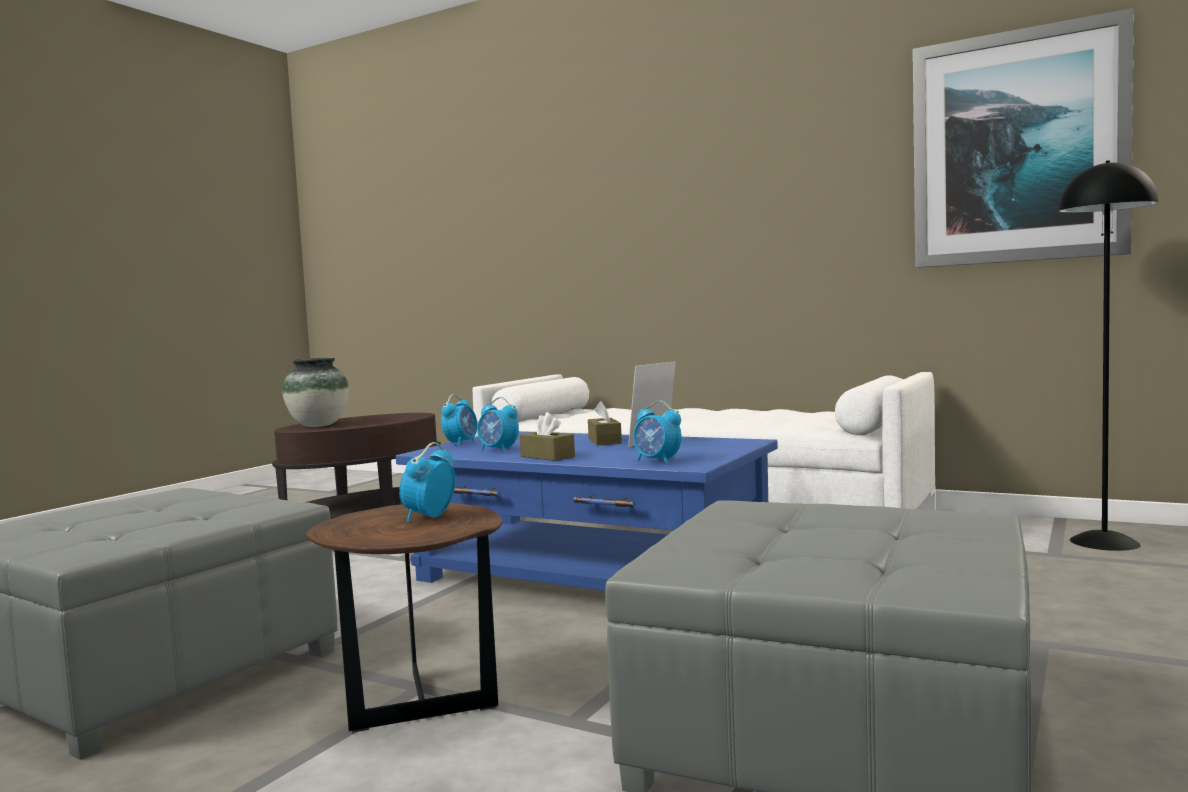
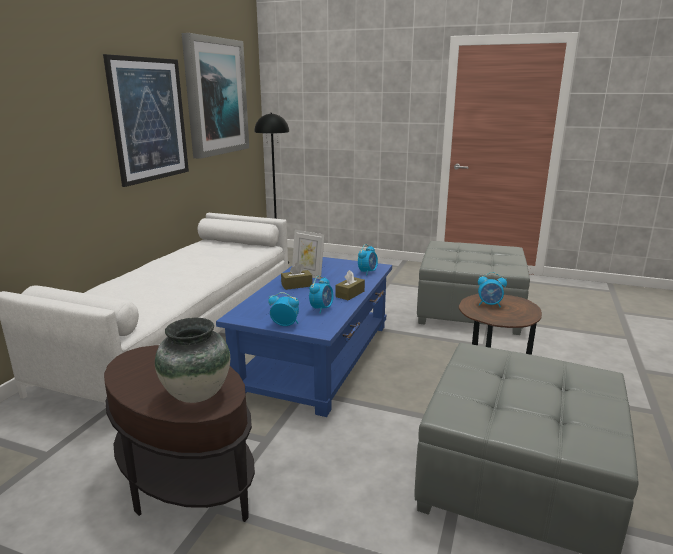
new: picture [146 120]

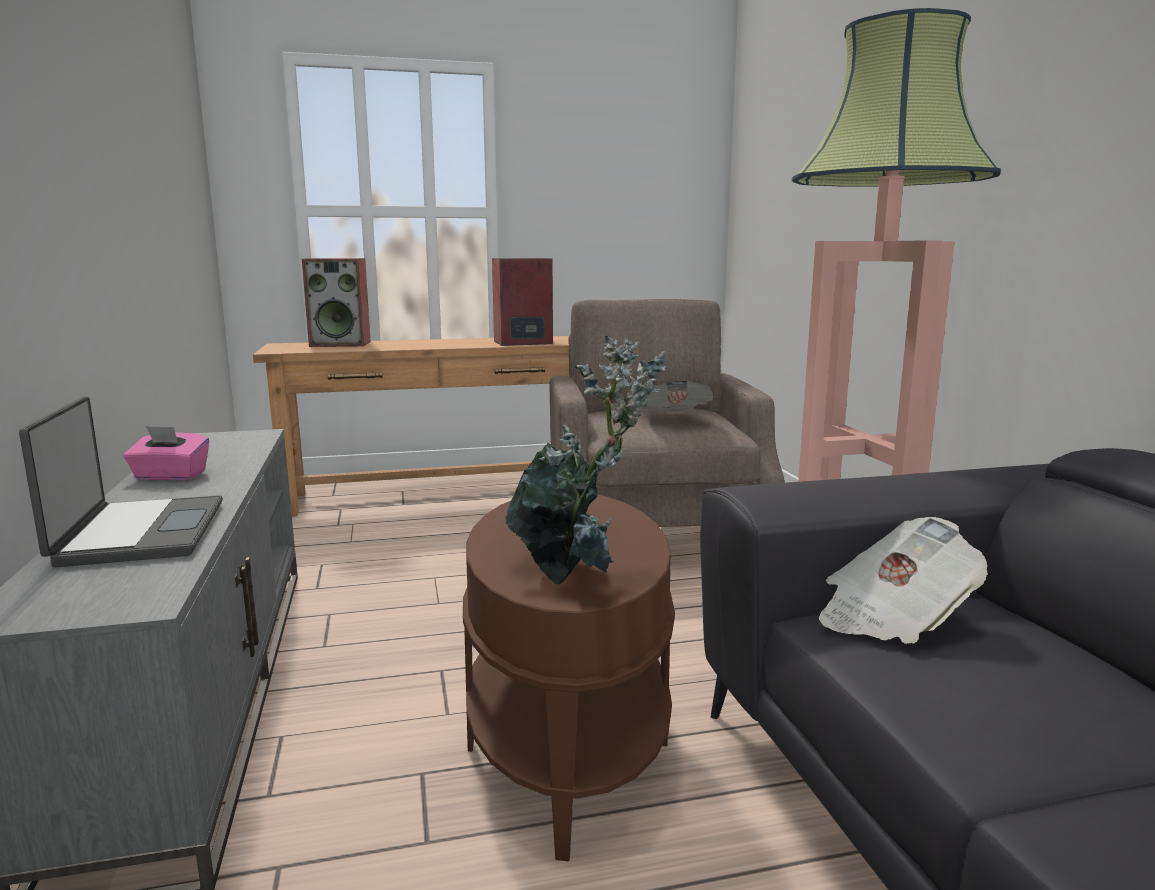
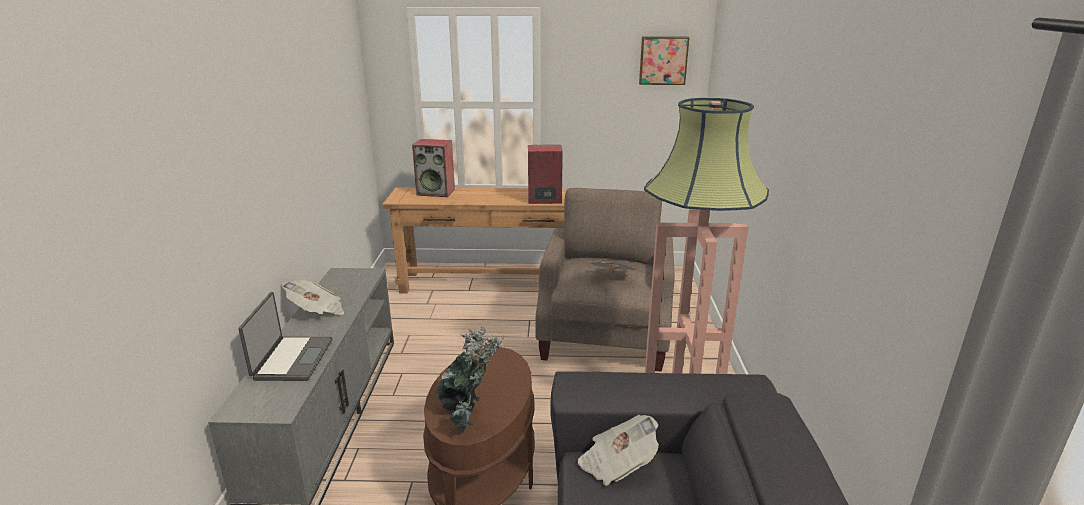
new: picture [664 60]
swapped: tissue box (pink) [166 453] to newspaper [313 297]

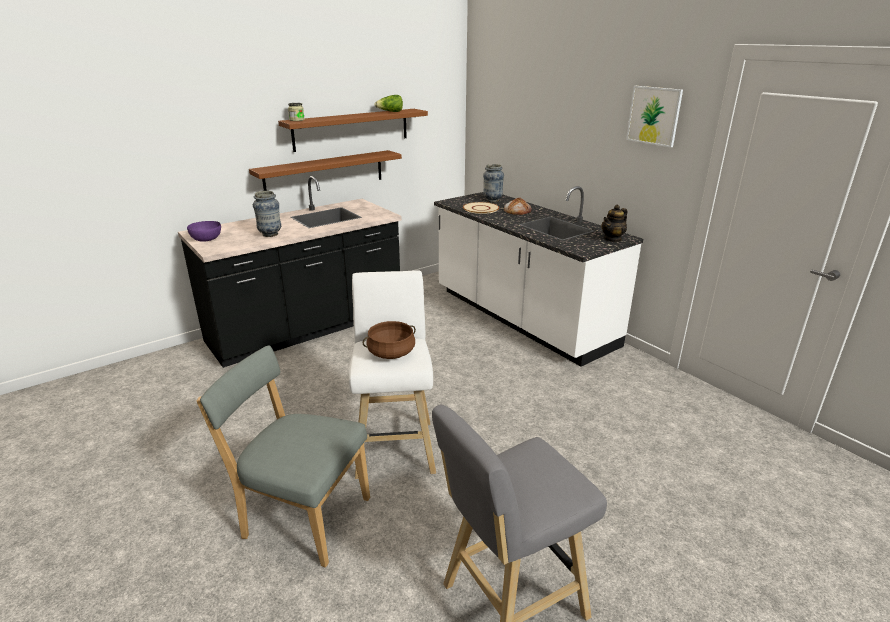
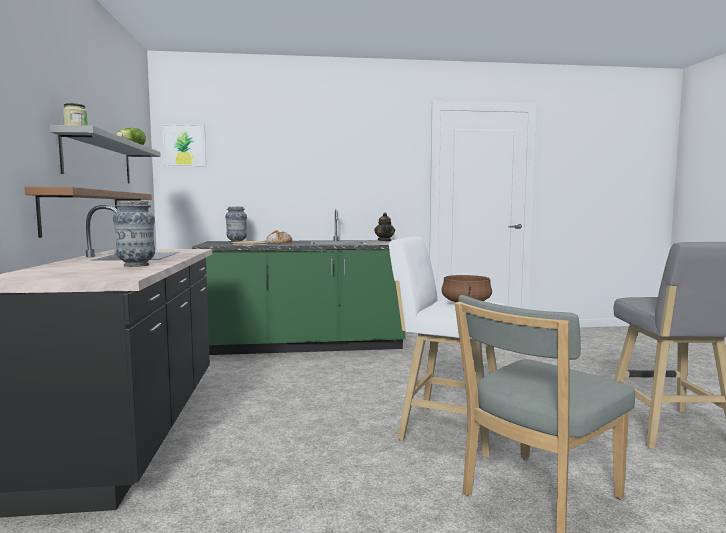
gone: bowl (purple) [204 231]
shifted: picture [654 116] to [184 145]
repainted: shelf (brown) [353 130] to shelf (grey) [105 154]; counter (white) [538 276] to counter (green) [299 282]

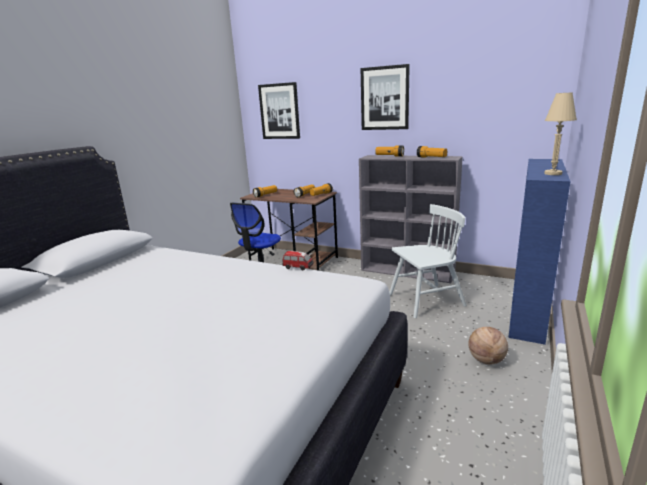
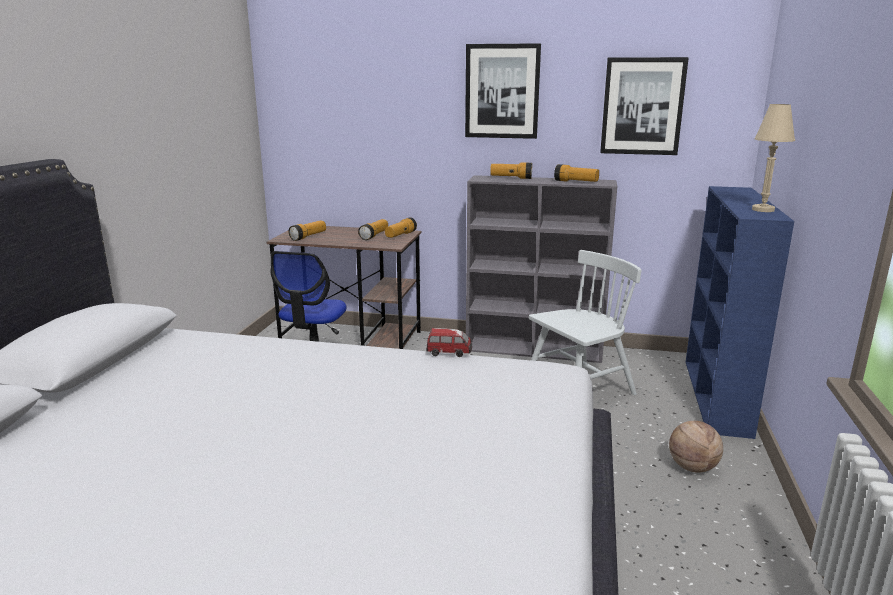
shifted: picture [279 110] to [644 106]

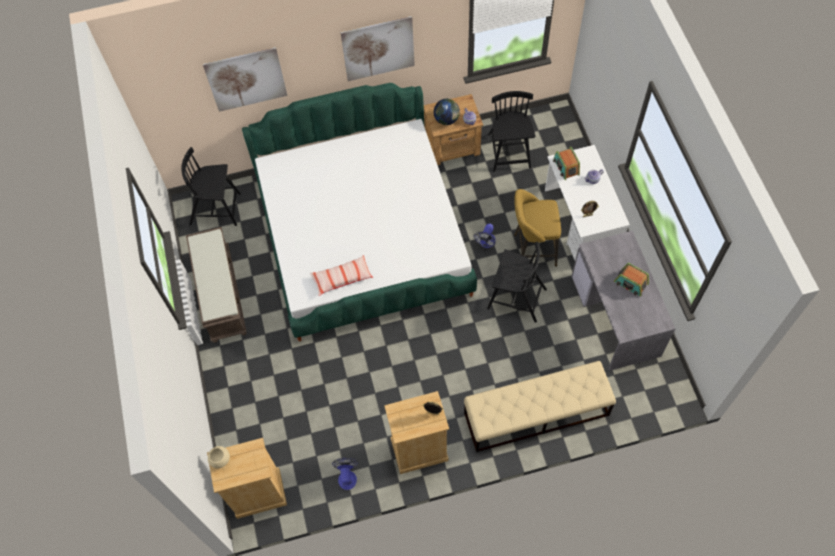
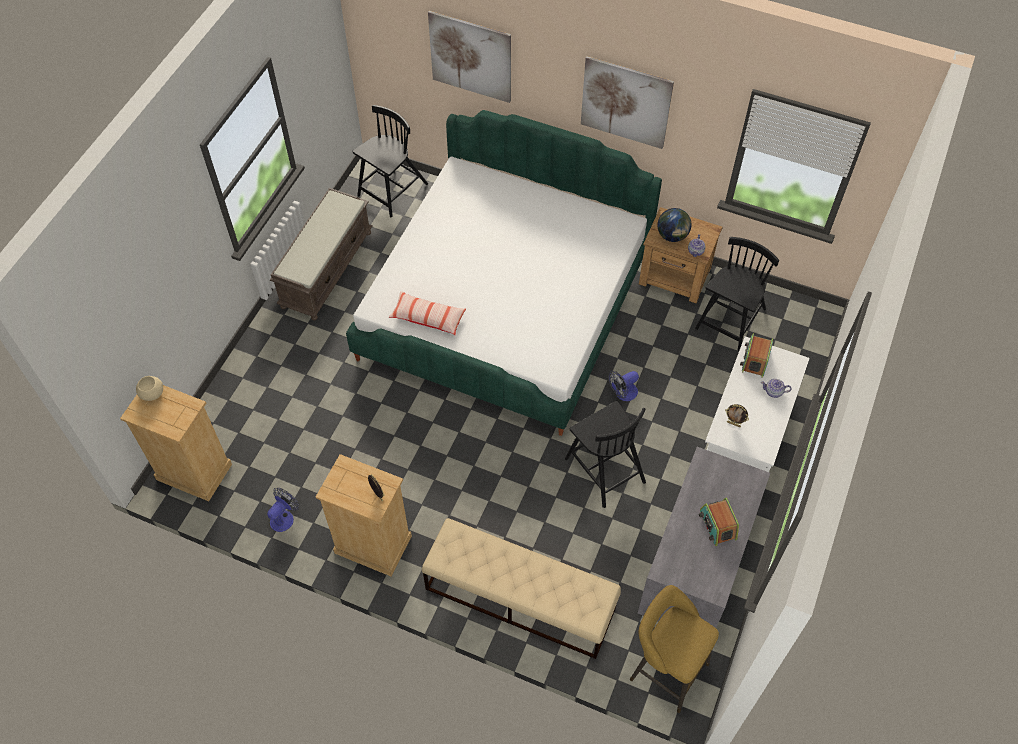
shifted: stool (yellow) [537 228] to [674 649]
rotated: chair (black) [211 186] = [390 161] 90 degrees clockwise

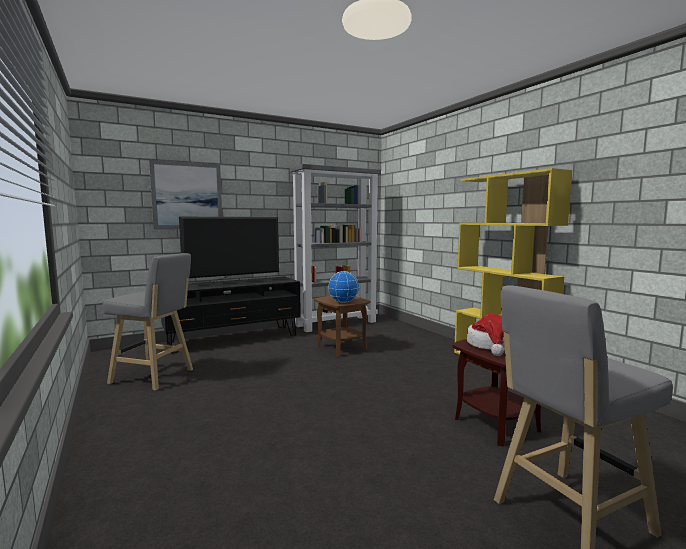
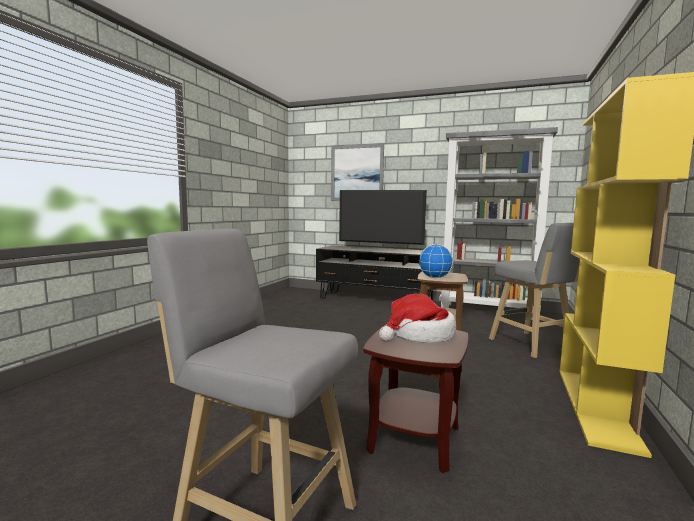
shifted: stool (grey) [147 322] to [534 290]

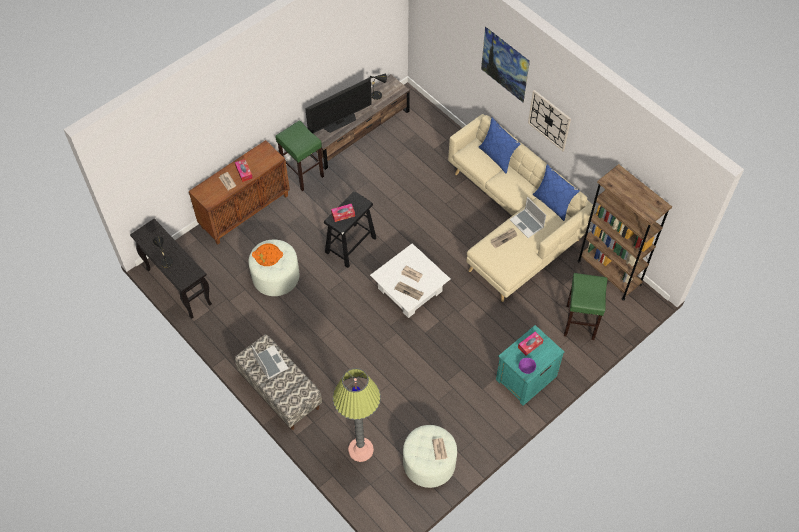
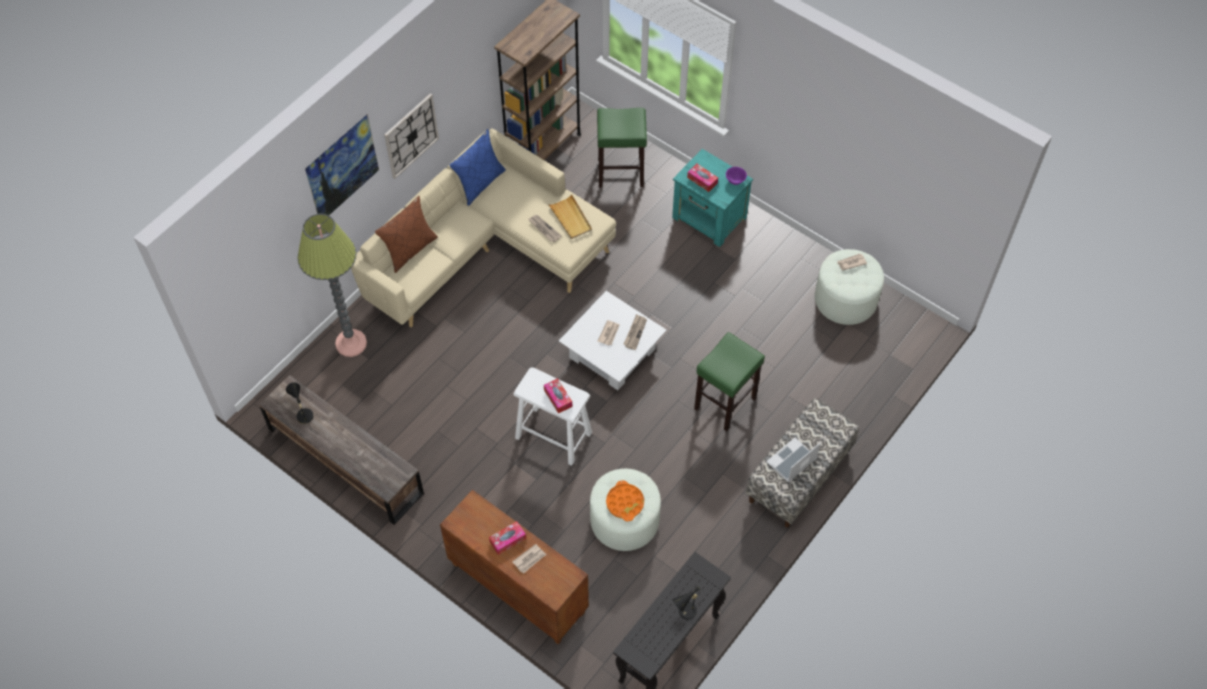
gone: television [338 105]; laptop [528 217]
new: tray (beige) [570 216]
shifted: floor lamp [357 415] to [332 285]; stool (green) [299 156] to [729 381]
repainted: pillow (blue) [499 145] to pillow (brown) [406 234]; stool (black) [350 230] to stool (white) [553 416]

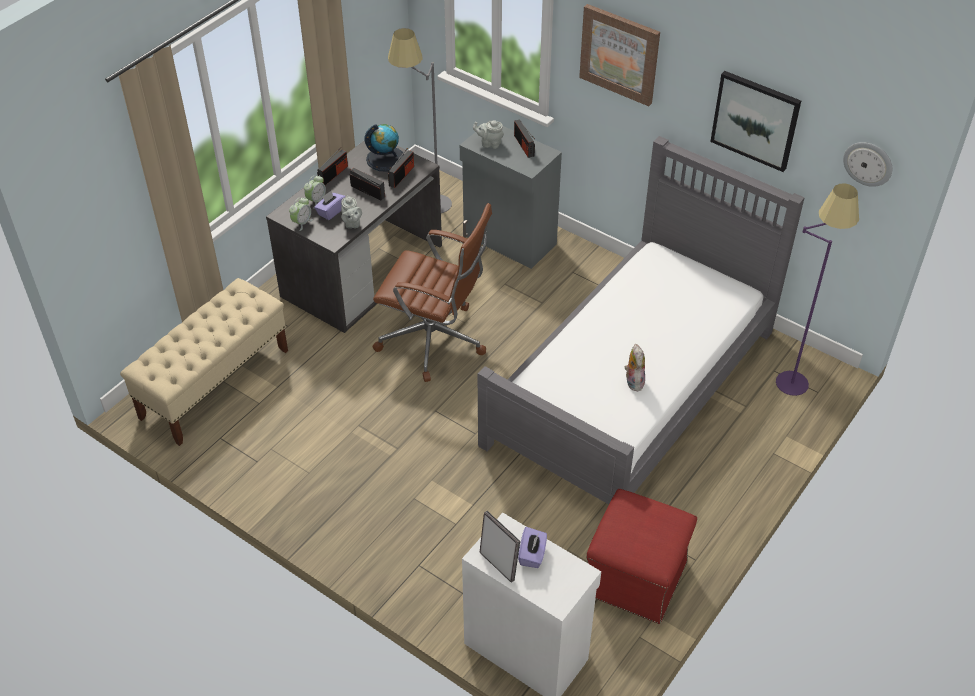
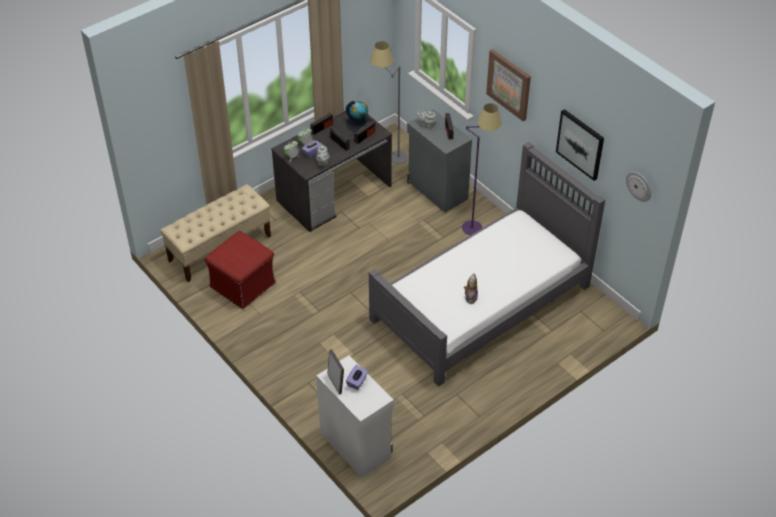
gone: office chair (brown) [432 292]
shifted: ottoman (red) [642 556] to [240 270]; floor lamp (purple) [817 289] to [482 169]

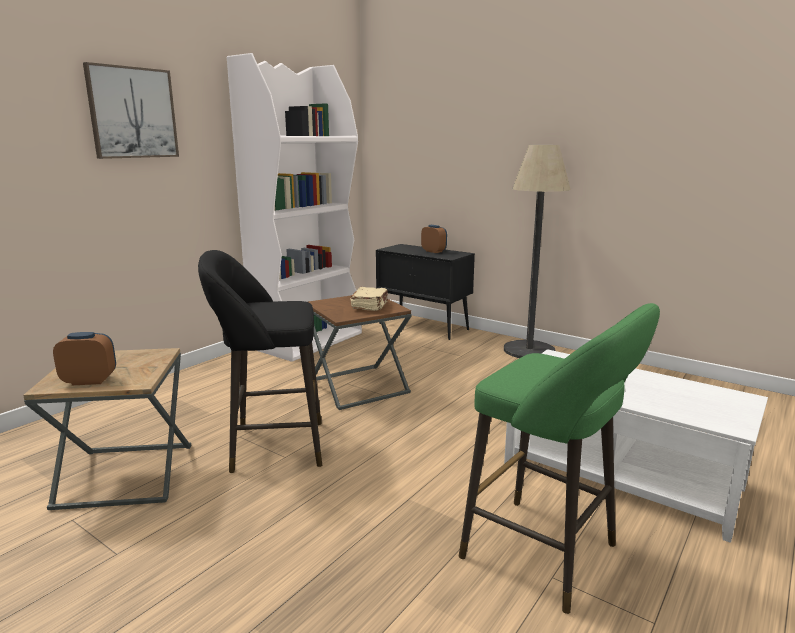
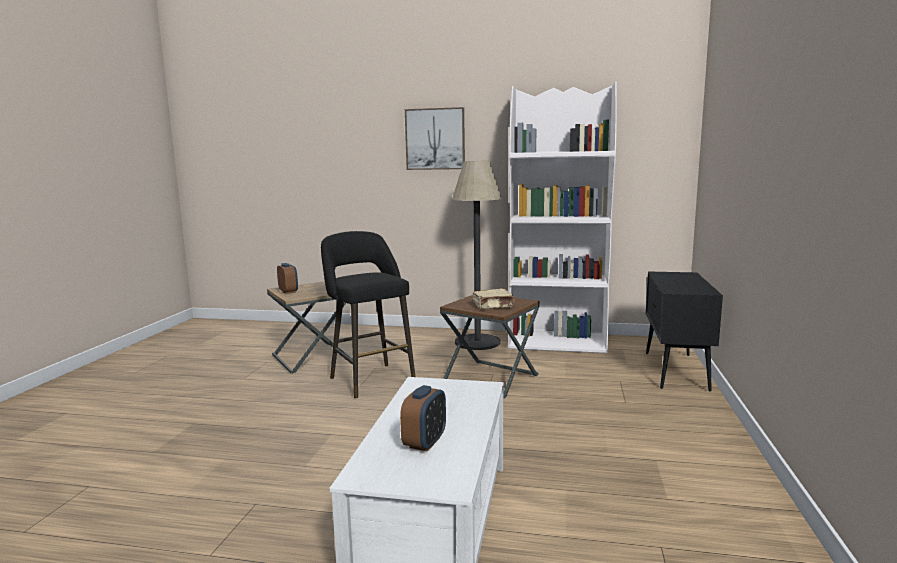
gone: stool (green) [559 458]
shifted: alarm clock [434 239] to [423 418]; floor lamp [537 251] to [477 255]

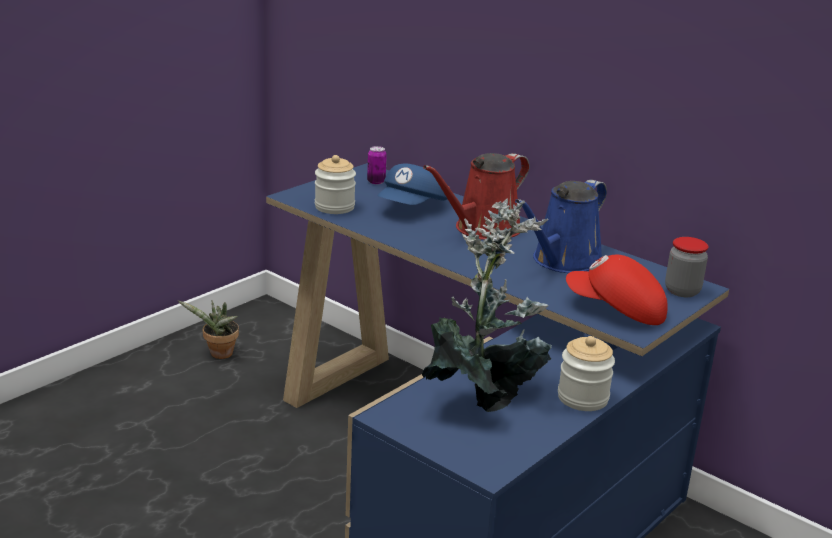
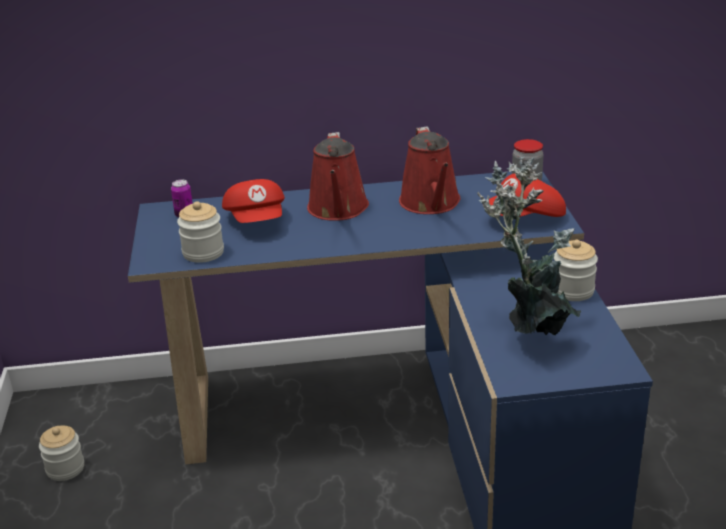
swapped: potted plant [208 329] to jar [61 453]
repainted: cap (blue) [412 184] to cap (red) [253 201]; watering can (blue) [561 226] to watering can (red) [429 170]

